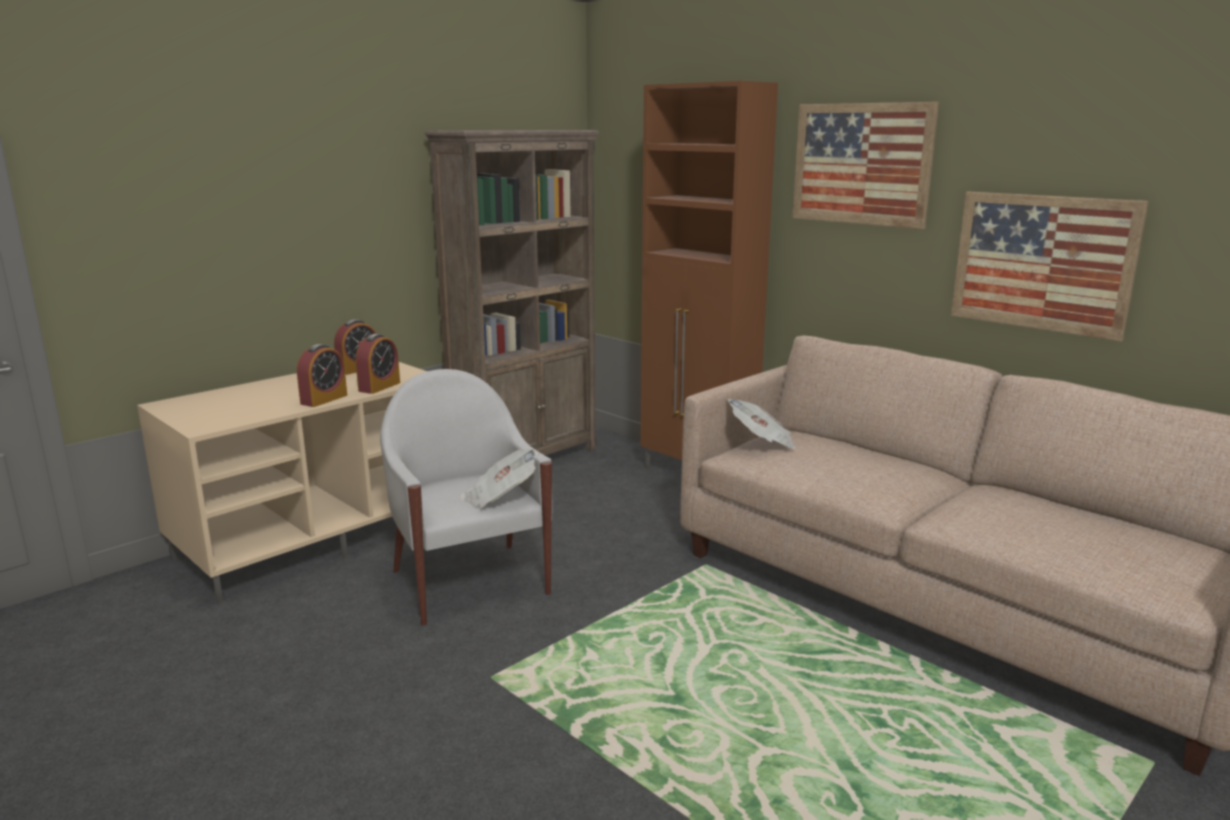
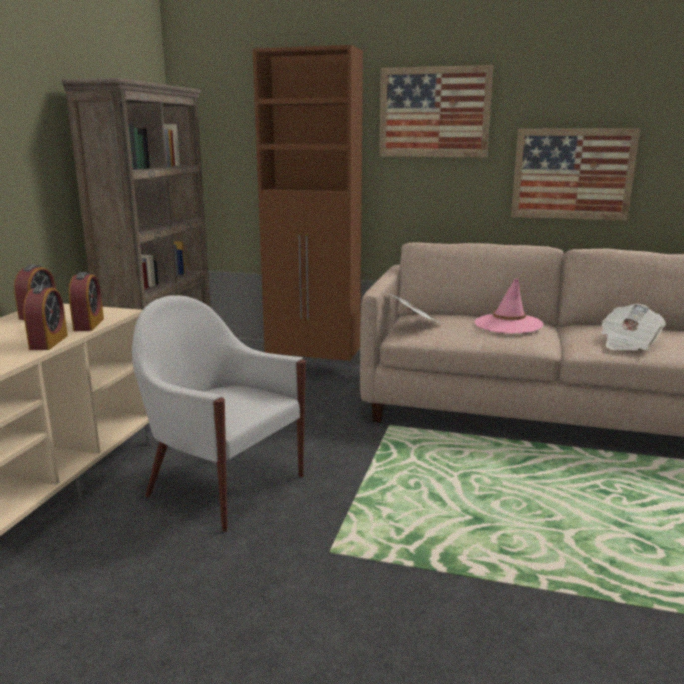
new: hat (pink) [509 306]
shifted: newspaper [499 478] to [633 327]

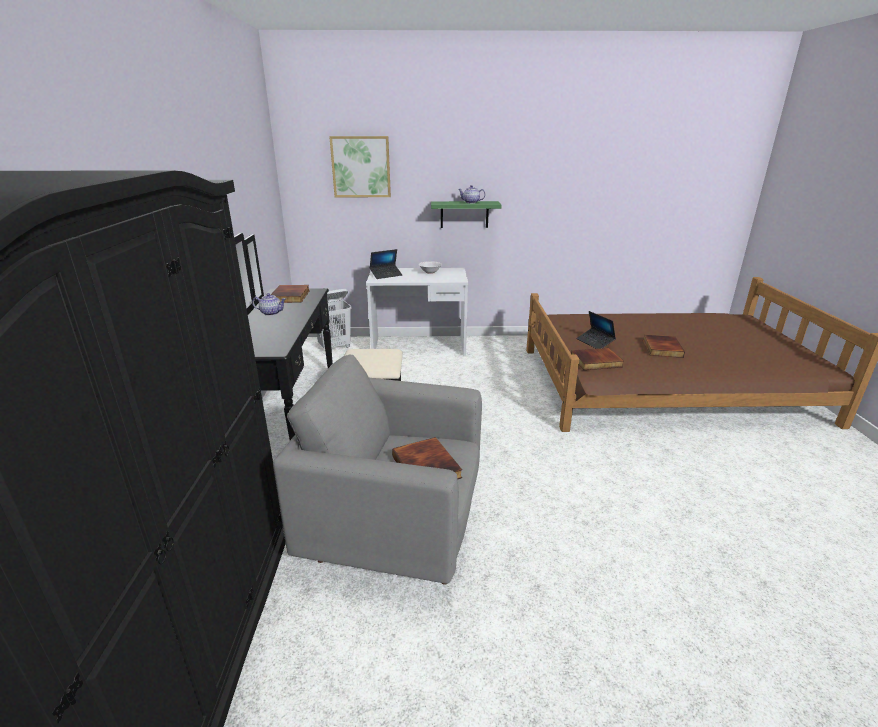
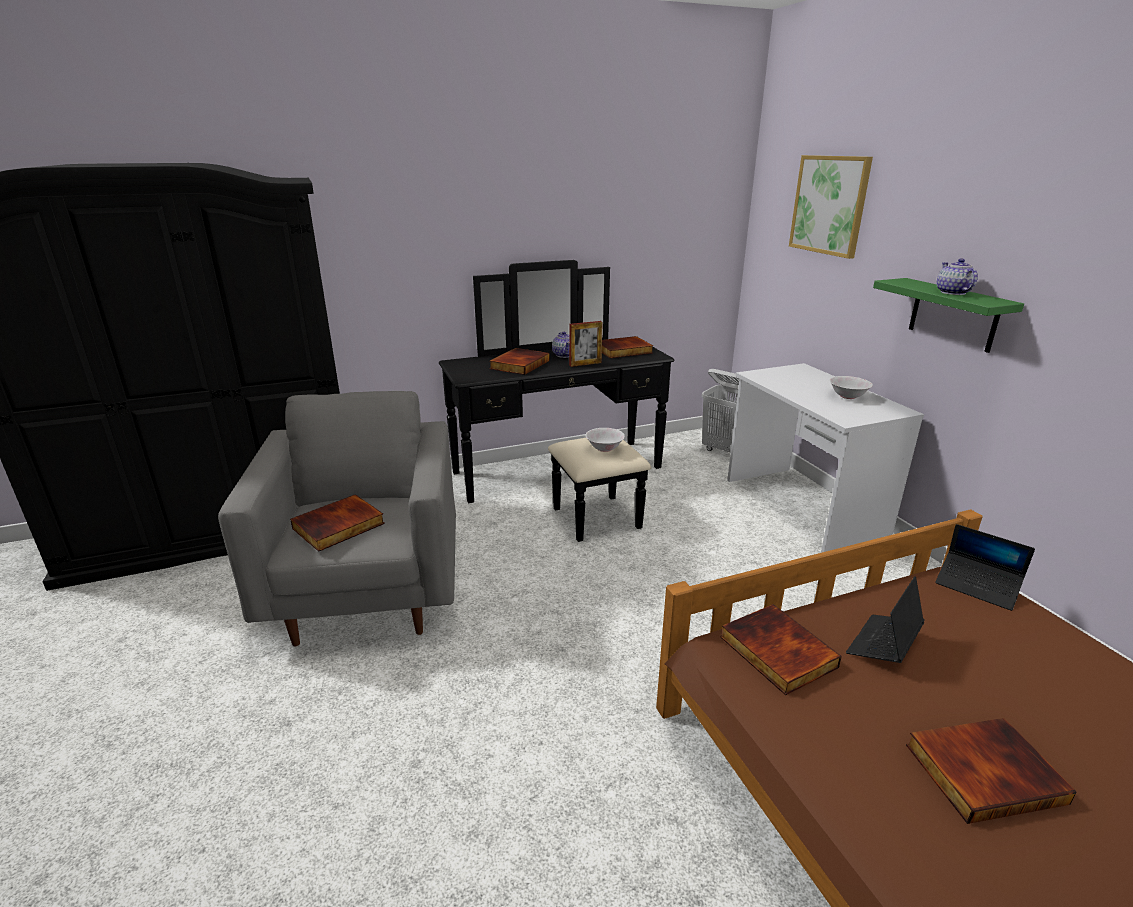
new: book [520 361]; picture frame [586 344]; bowl (white) [605 440]
shifted: laptop [386 264] to [985 567]

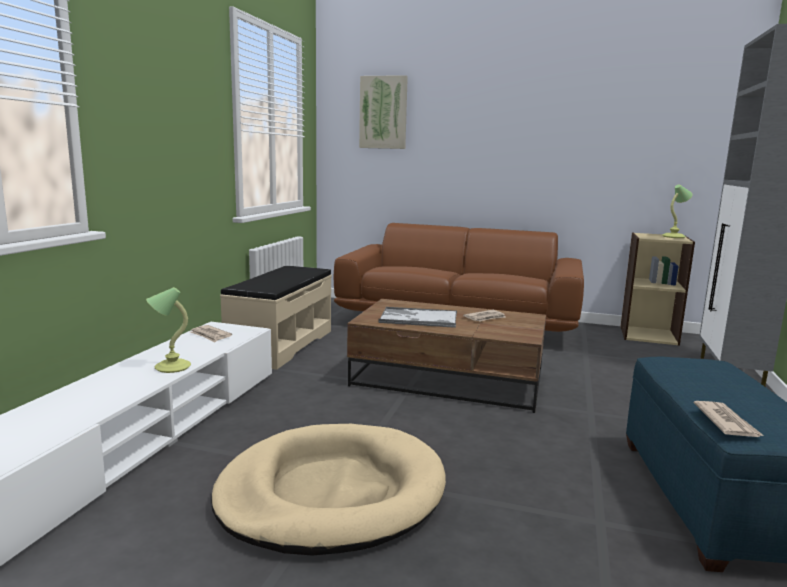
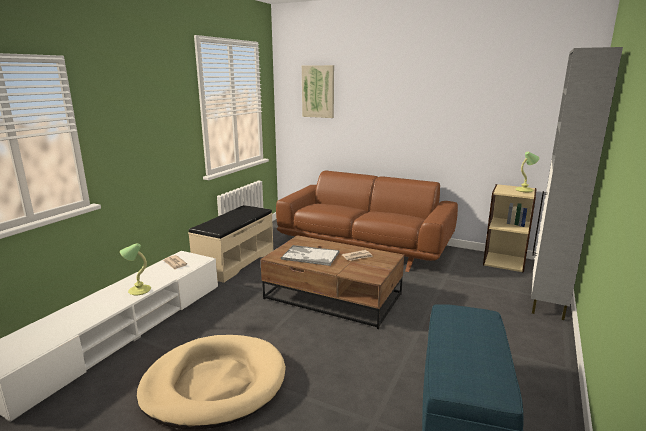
gone: newspaper [729 419]

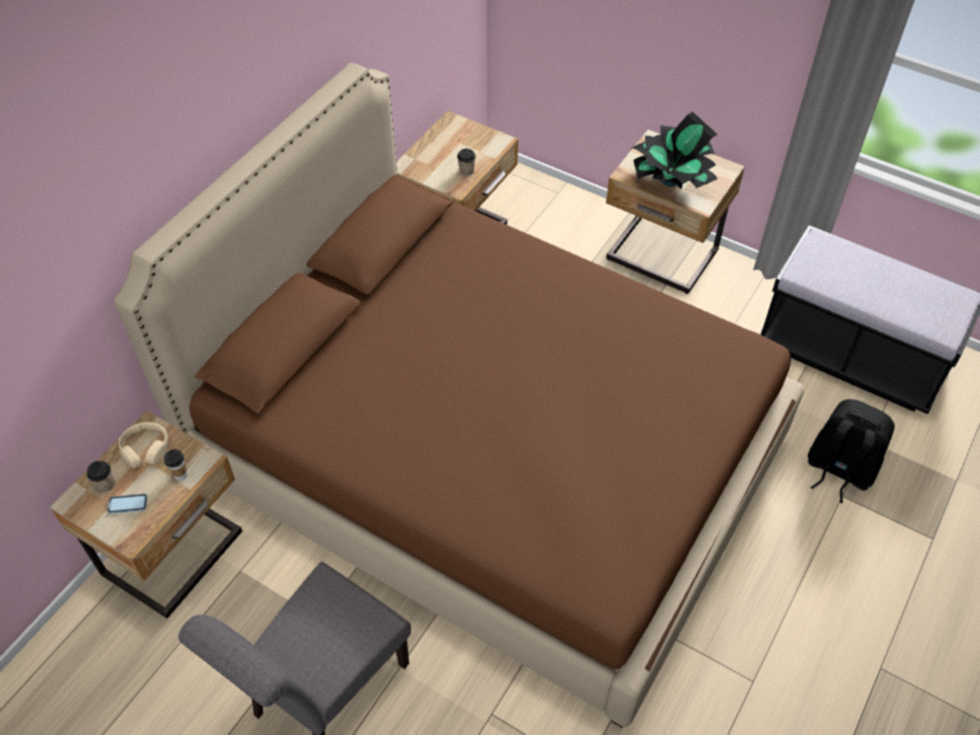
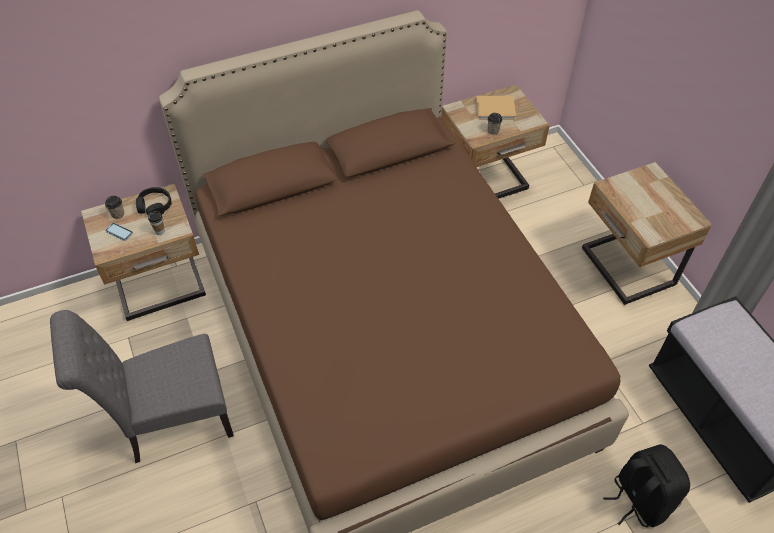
gone: potted plant [674 150]
new: book (beige) [496 108]
repainted: headphones (beige) [144 445] to headphones (black) [154 201]

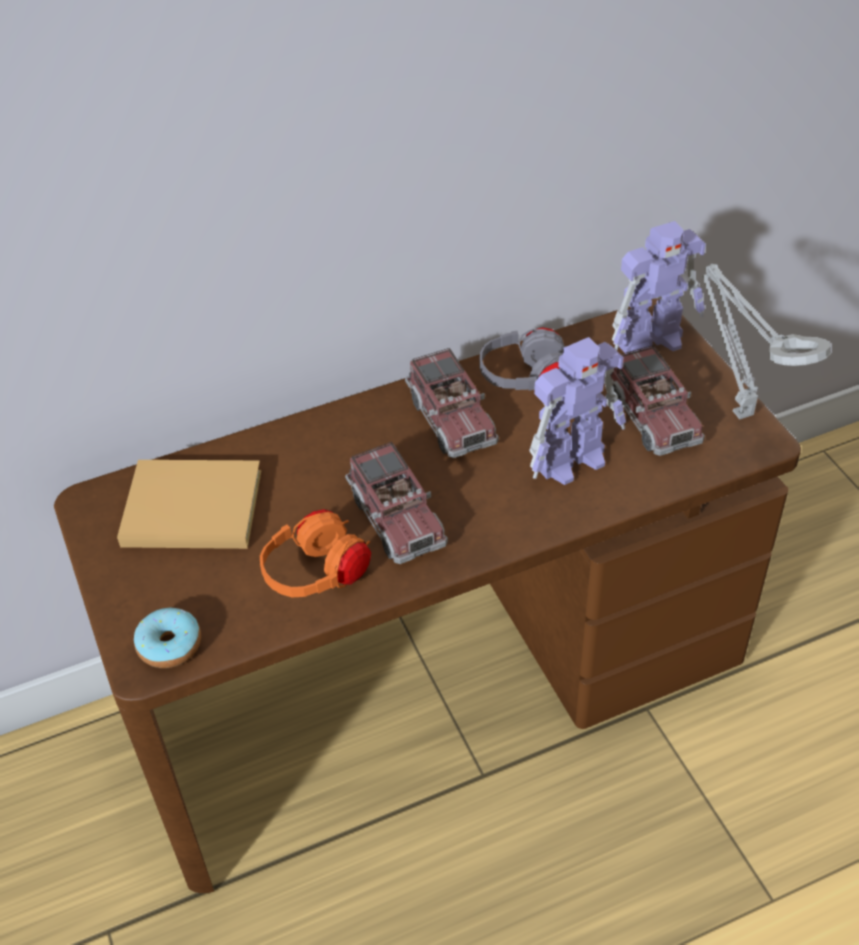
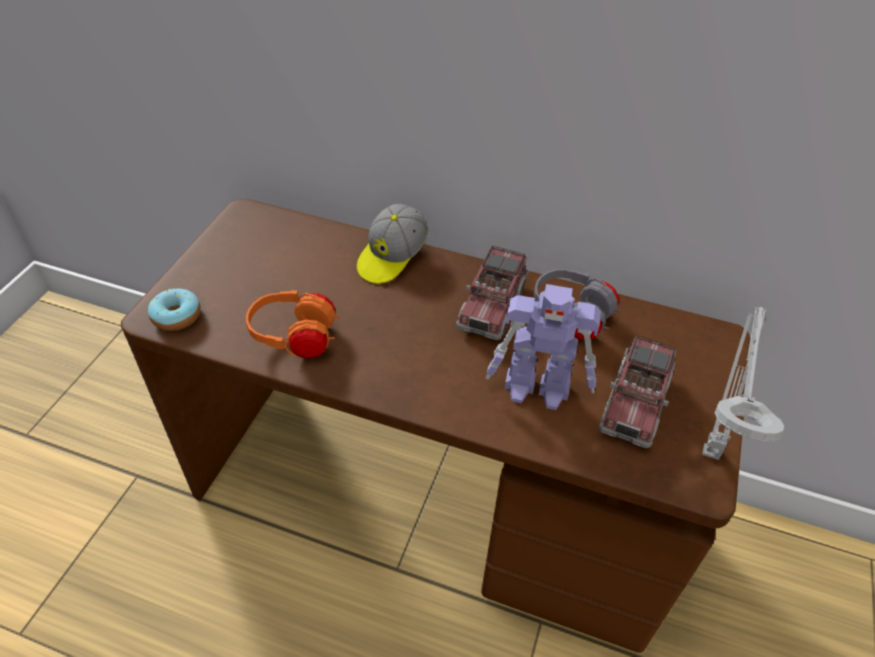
gone: book (beige) [189 504]; toy truck [396 503]; toy robot [659 287]
new: cap [393 244]

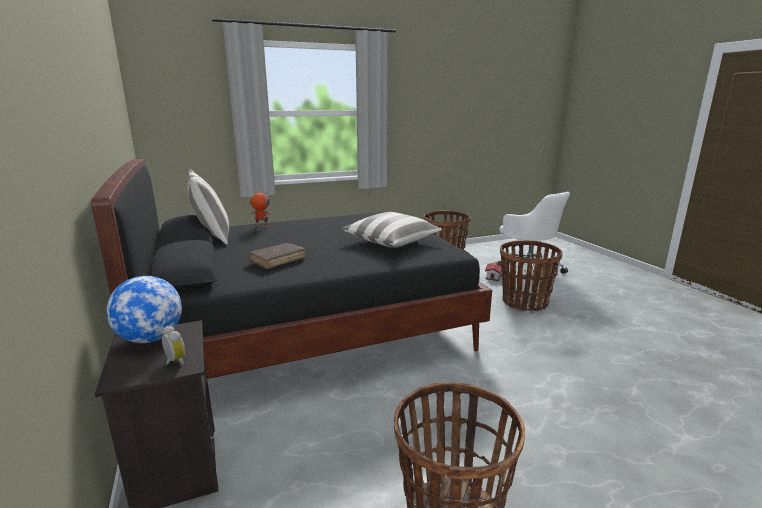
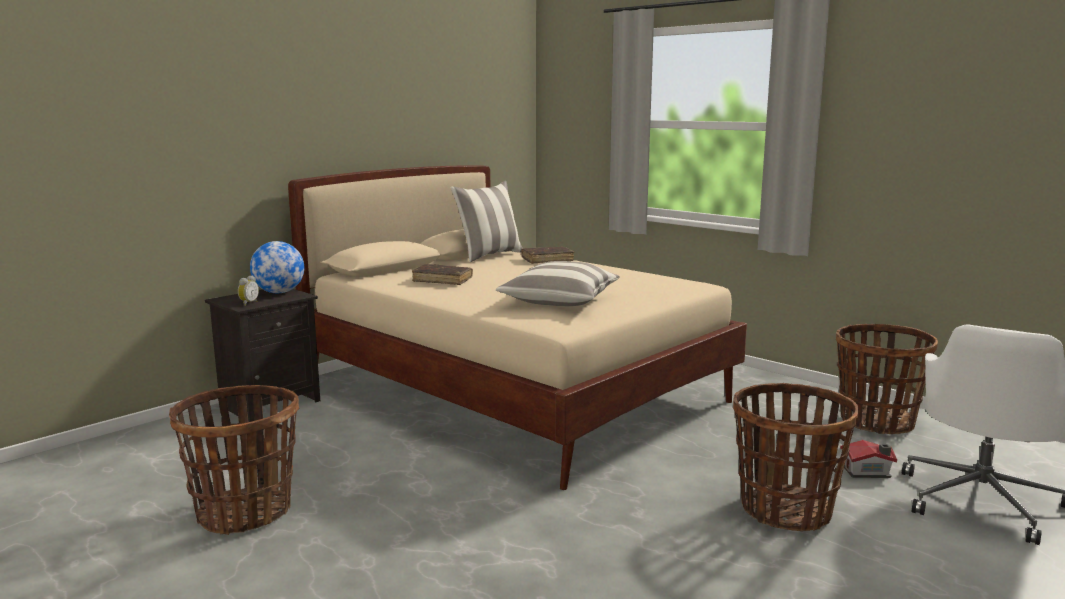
swapped: toy robot [261 209] to book (brown) [547 255]
repainted: bed (black) [291 269] to bed (beige) [517 327]

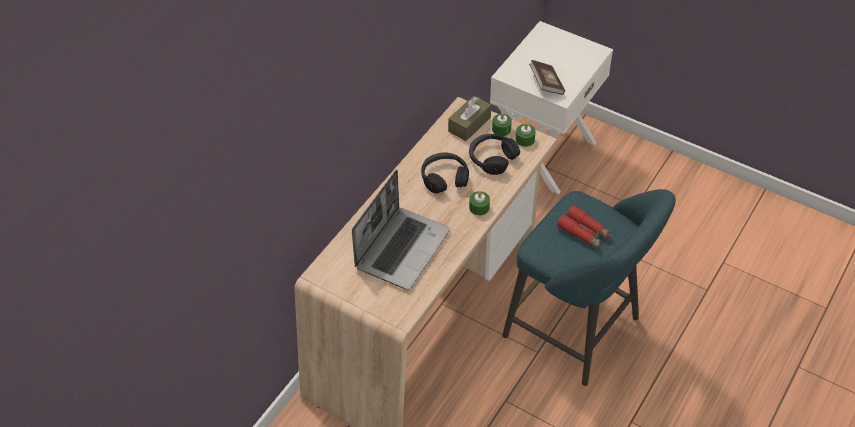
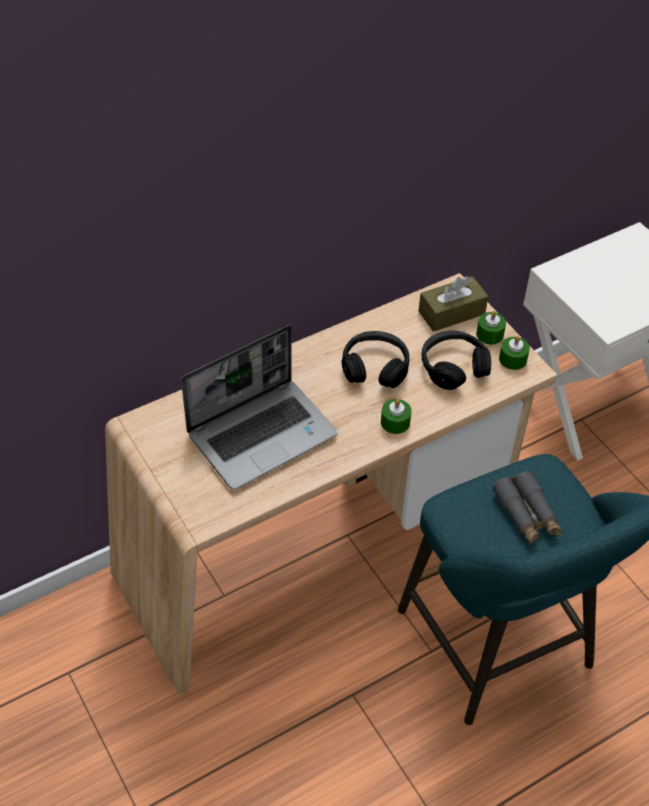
gone: book [547 77]
repainted: binoculars (red) [584 227] to binoculars (grey) [527 508]

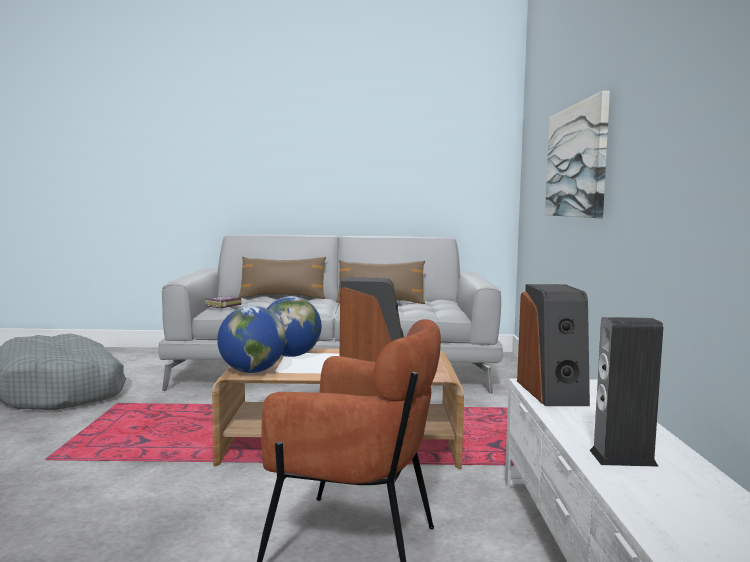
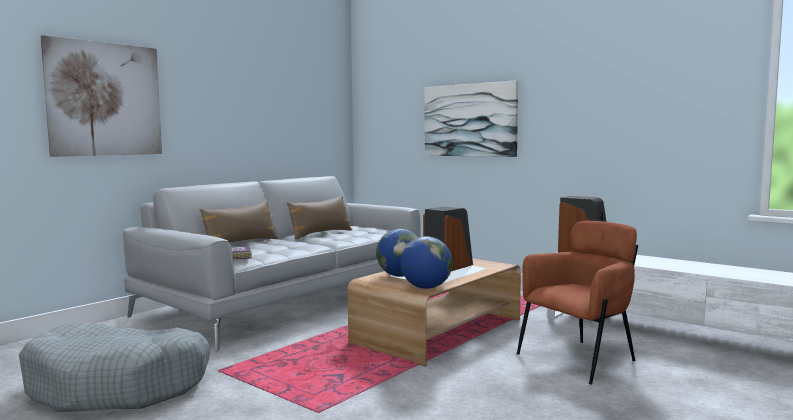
gone: speaker [626 392]
new: picture [101 96]

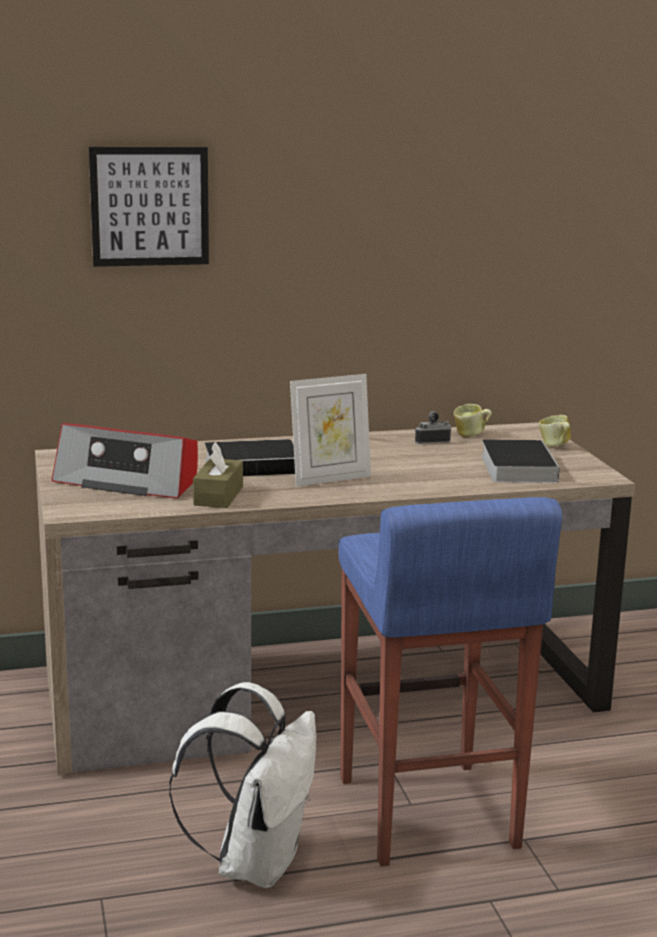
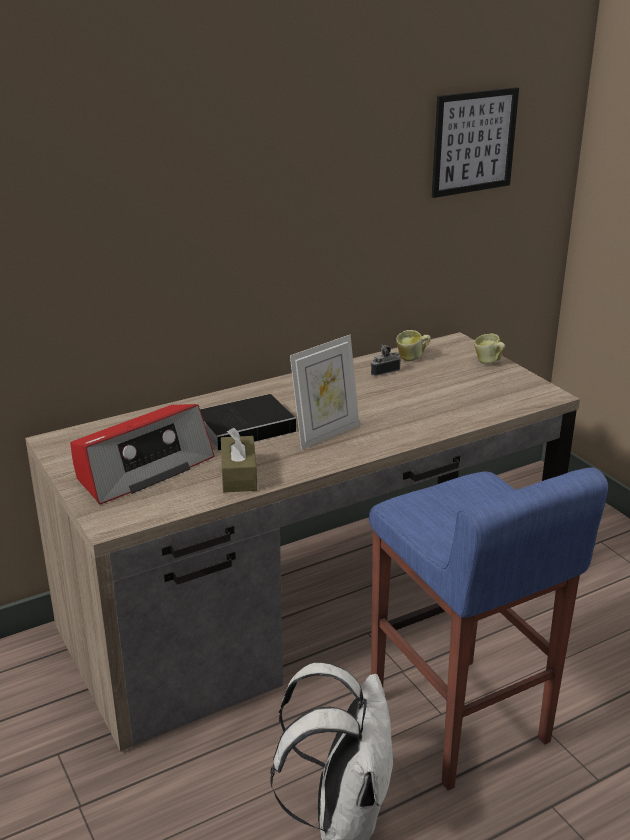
gone: book [520 461]
shifted: picture [149 207] to [475 142]
rotated: radio [124 461] = [142 454] 45 degrees counterclockwise

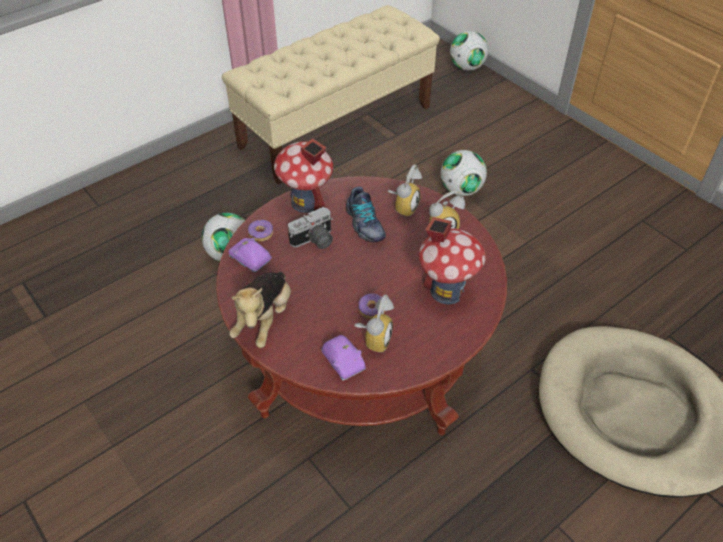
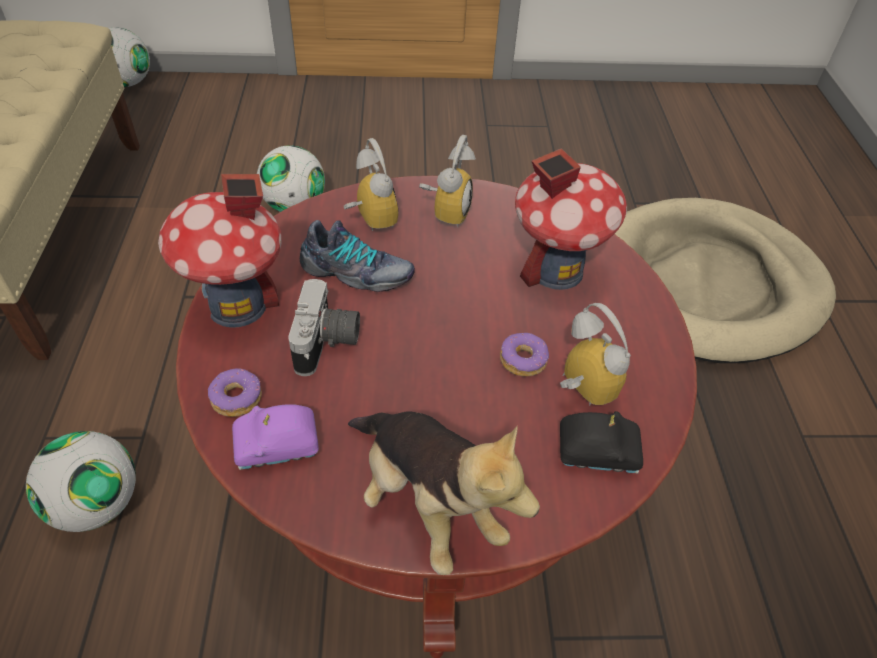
repainted: toy car (purple) [343 358] to toy car (black) [601 442]

